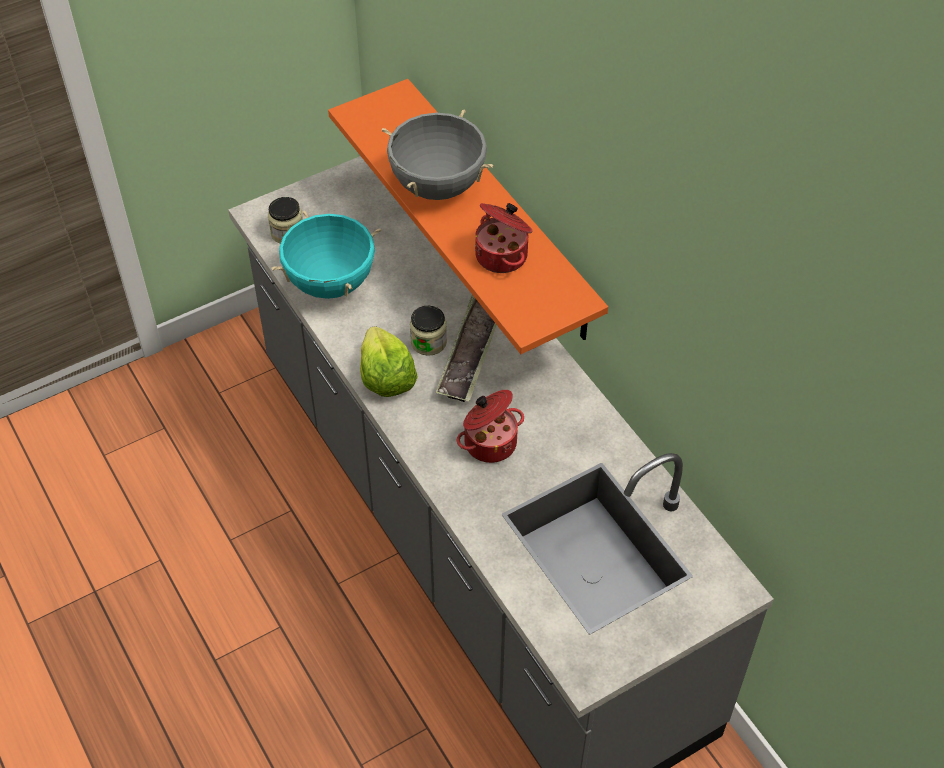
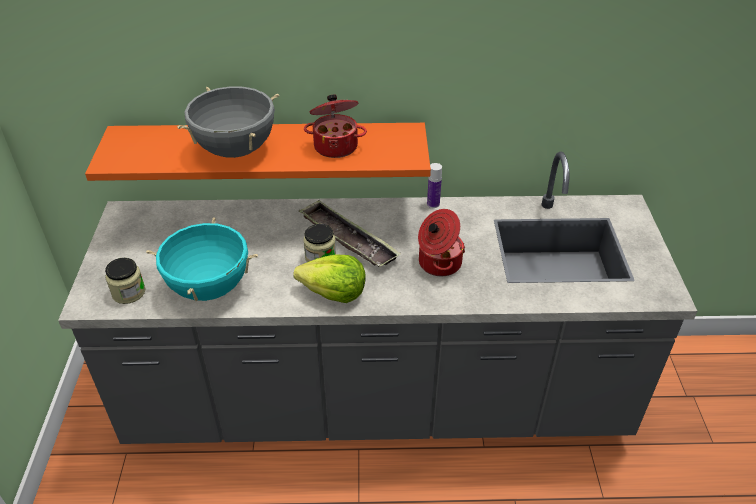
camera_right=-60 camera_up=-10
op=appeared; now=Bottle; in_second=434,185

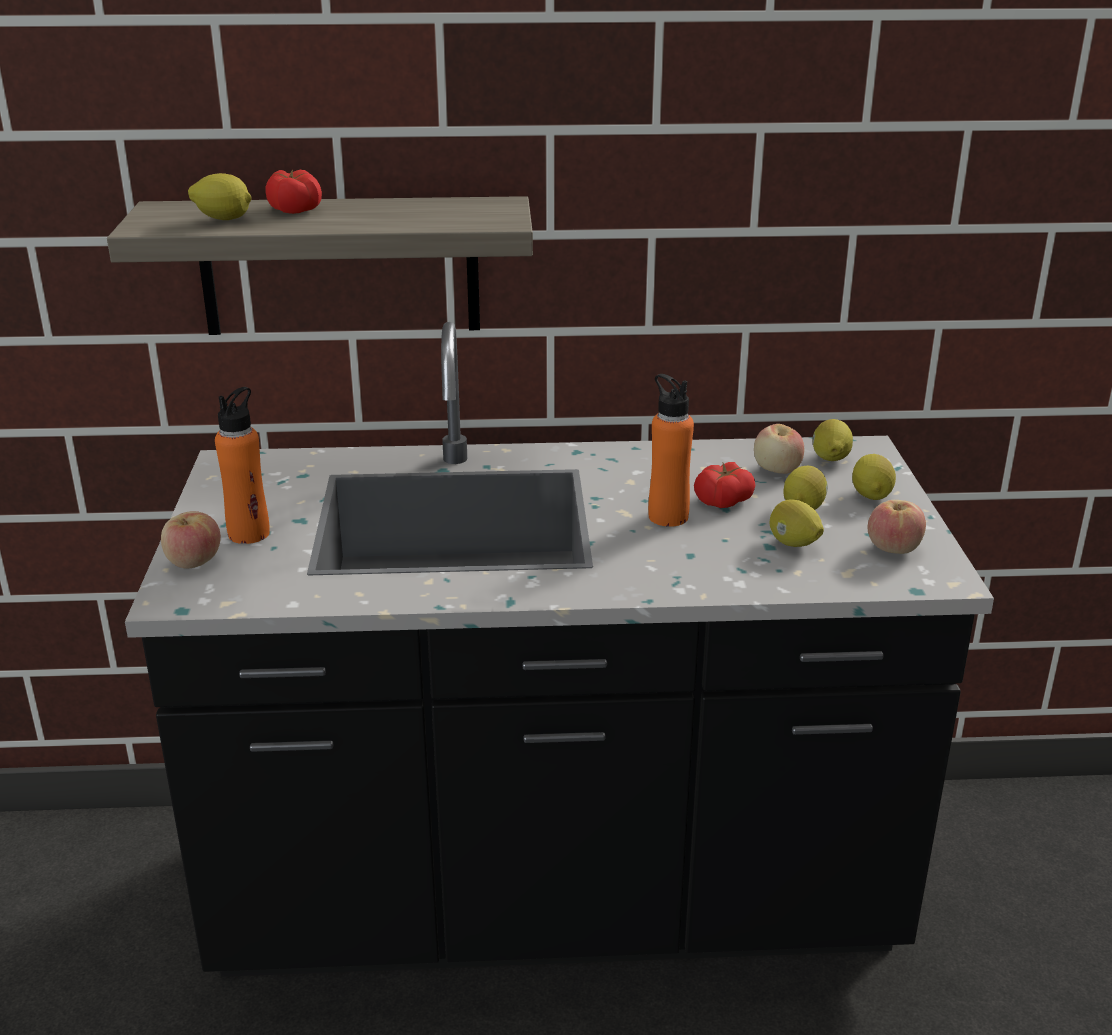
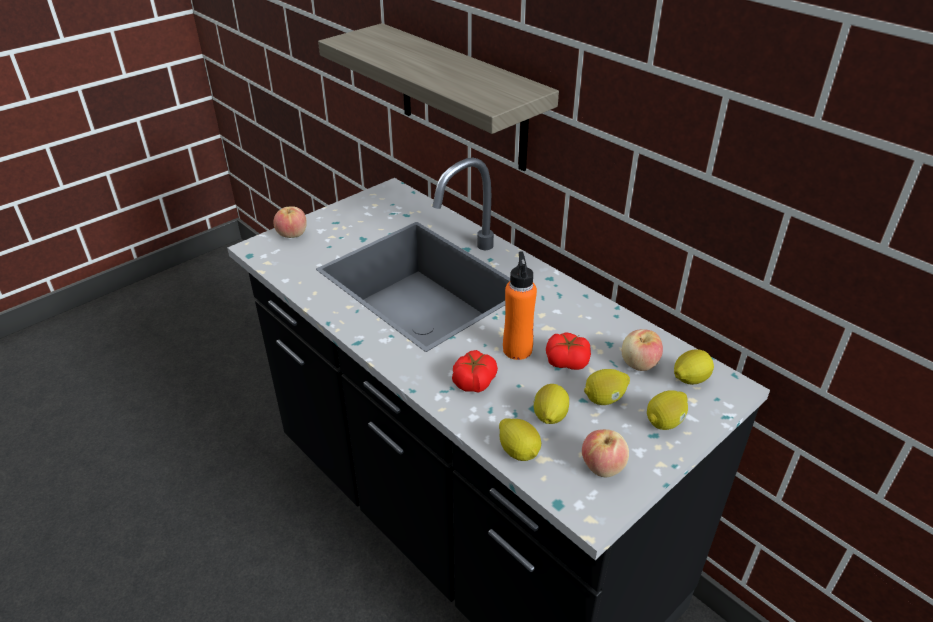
camera_right=50 camera_up=10
op=relocated; was=Tomato; in_first=294,192; in_second=475,371
op=relocated; was=Lemon; in_first=220,196; in_second=520,439
op=missing; was=OrangeBottle; in_first=242,465

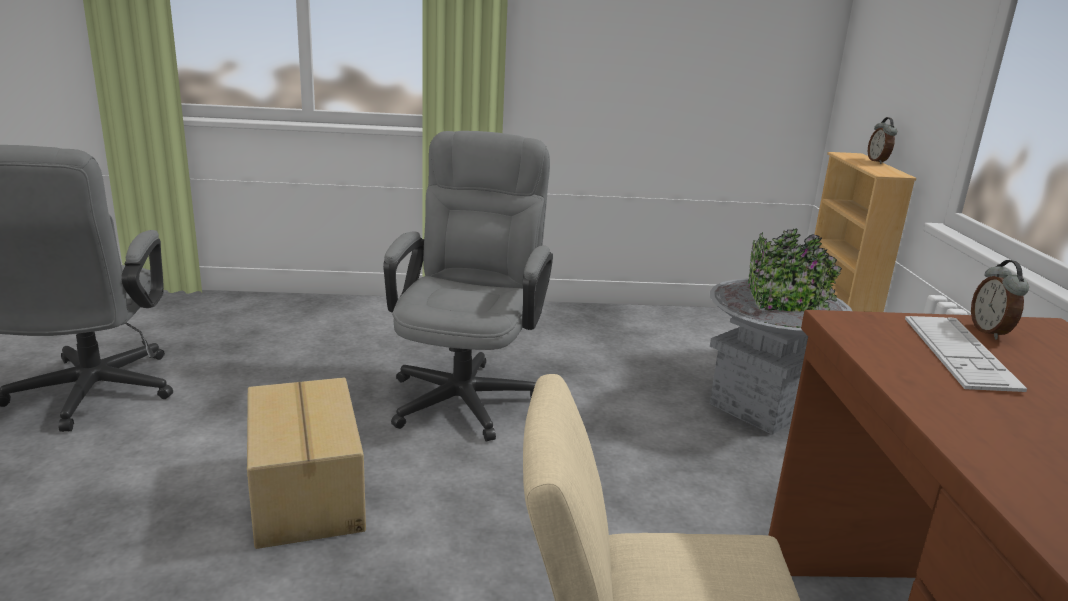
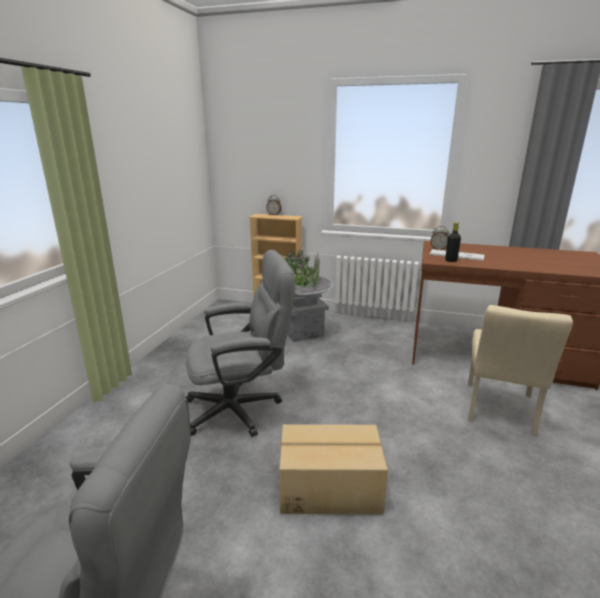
camera_right=-70 camera_up=0
op=spun; was=GreyOfficeChair; in_first=468,286; in_second=240,343; clockwise=135
op=appeared; now=BlackBottle; in_second=453,242

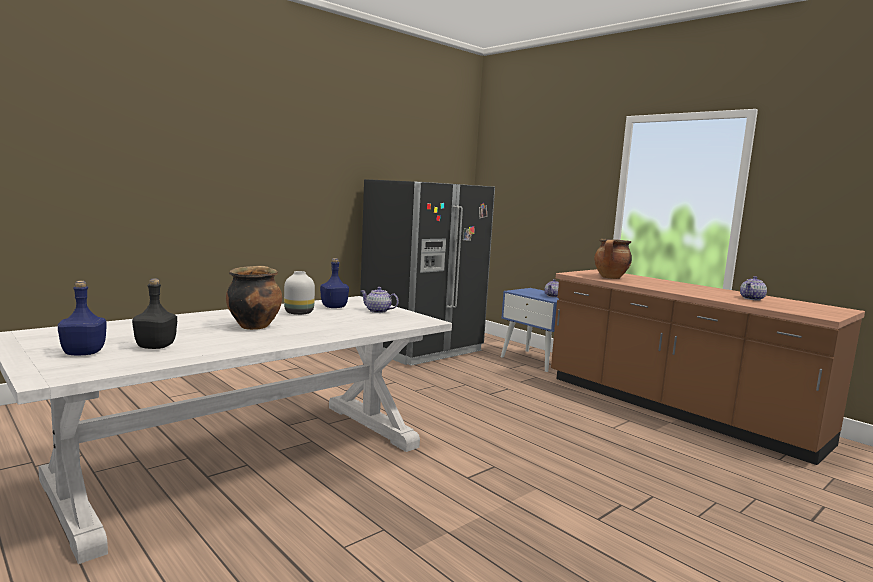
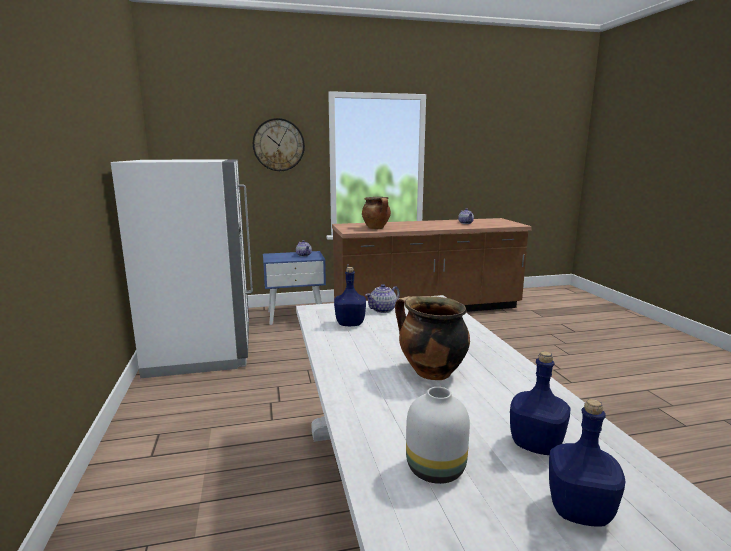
camera_right=-60 camera_up=5
op=colour; was=BlackFridge; now=WhiteFridge; in_first=427,272; in_second=182,268
op=relocated; was=WhiteVase; in_first=299,293; in_second=438,435
op=colour; was=BlackBottle; now=BlueBottle; in_first=154,314; in_second=540,403
op=appeared; now=WallClock; in_second=279,144

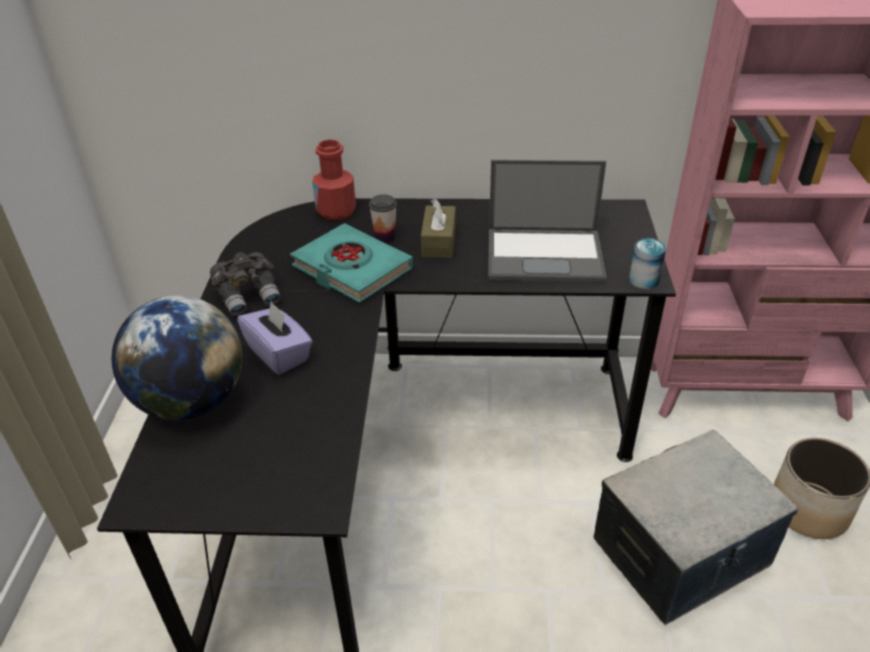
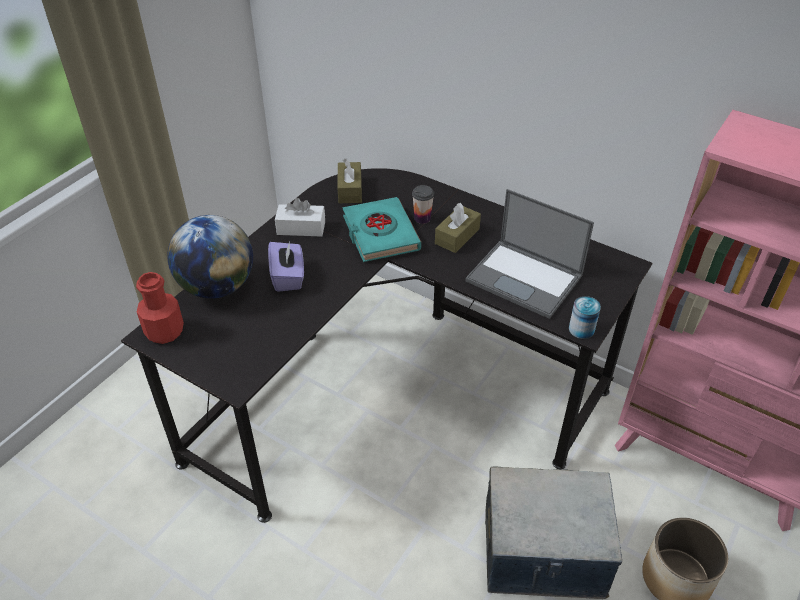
camera_right=30 camera_up=5
op=relocated; was=RedBottle; in_first=334,180; in_second=160,308
op=exchanged; was=GreyBinoculars; now=WhiteTissueBox; in_first=245,284; in_second=300,217
op=appeared; now=BrownTissueBox; in_second=349,180

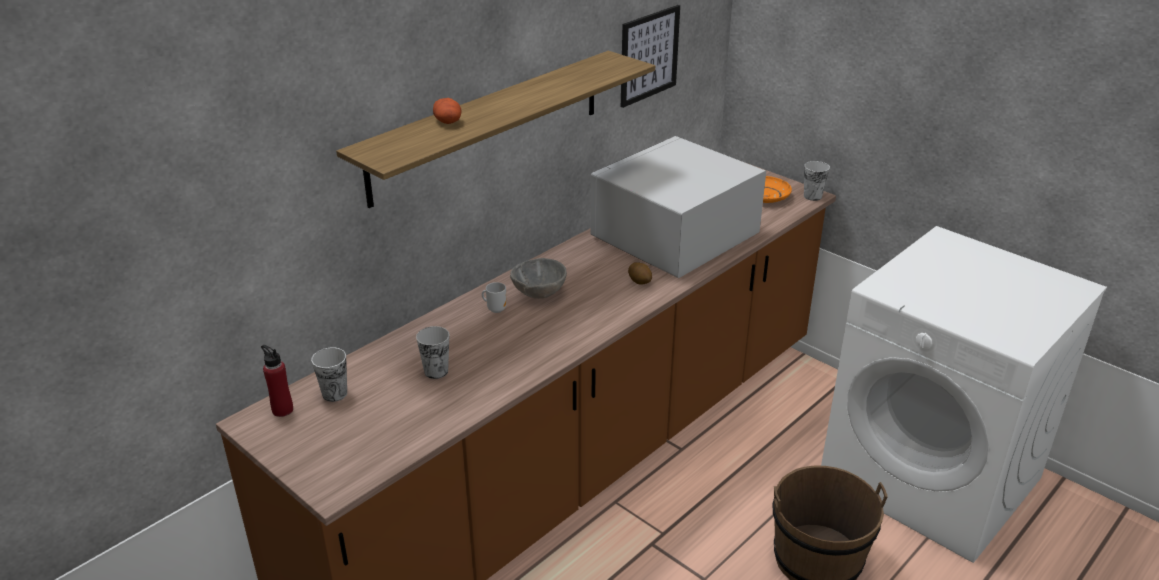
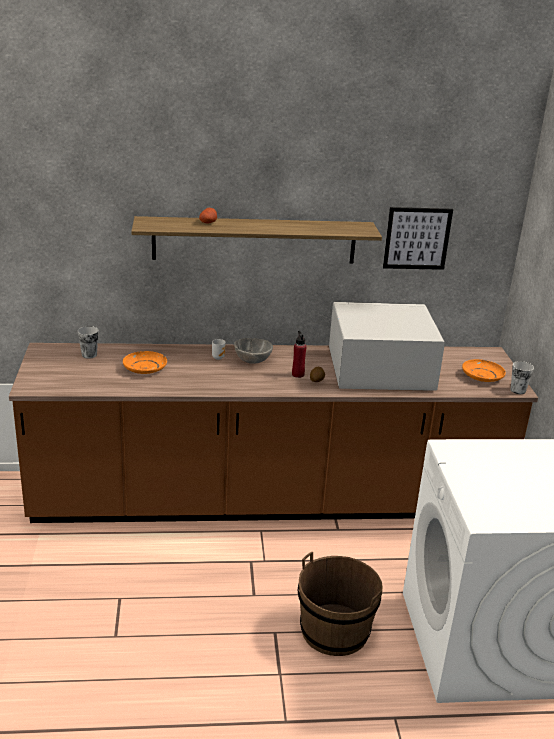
camera_right=40 camera_up=-5
op=exchanged; was=Cup; now=OrangePlate; in_first=433,352; in_second=145,362
op=relocated; was=RedBottle; in_first=277,381; in_second=299,354

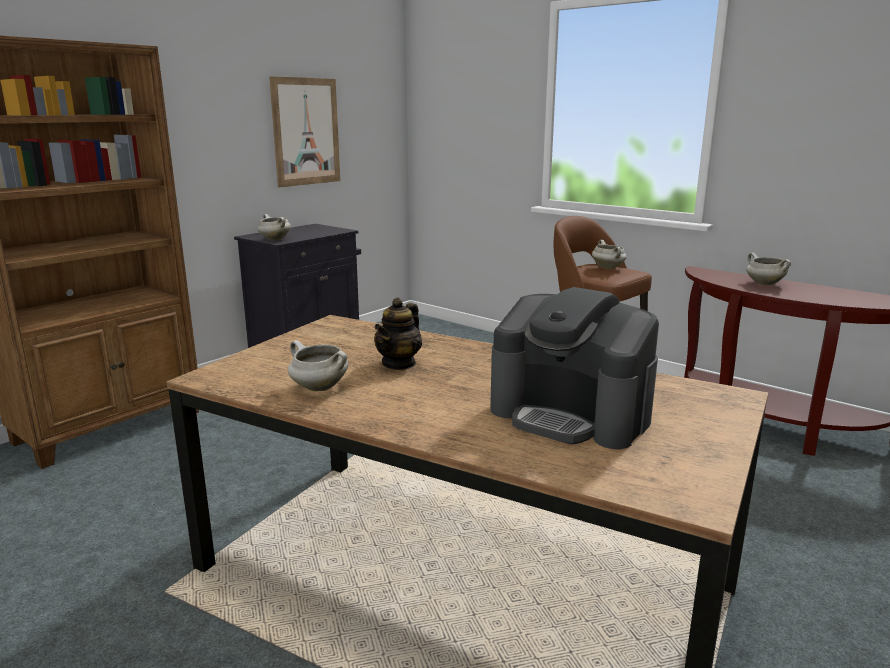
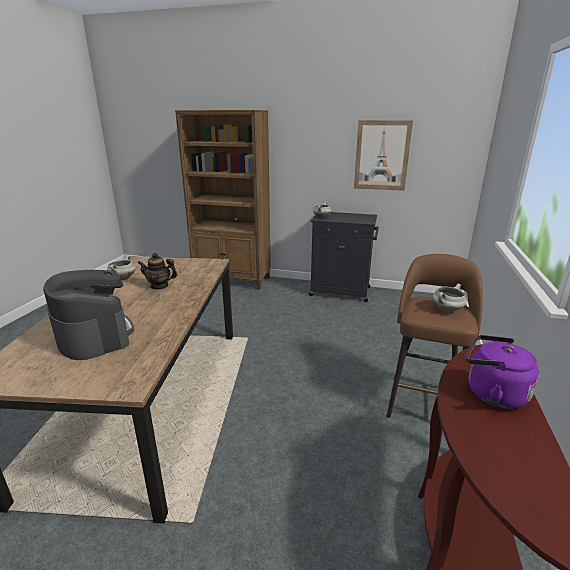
camera_right=65 camera_up=5
op=exchanged; was=WhiteCookingPot; now=PurpleKettle; in_first=768,269; in_second=502,372
op=spun; was=CoffeeMachine; in_first=574,368; in_second=88,315; clockwise=135

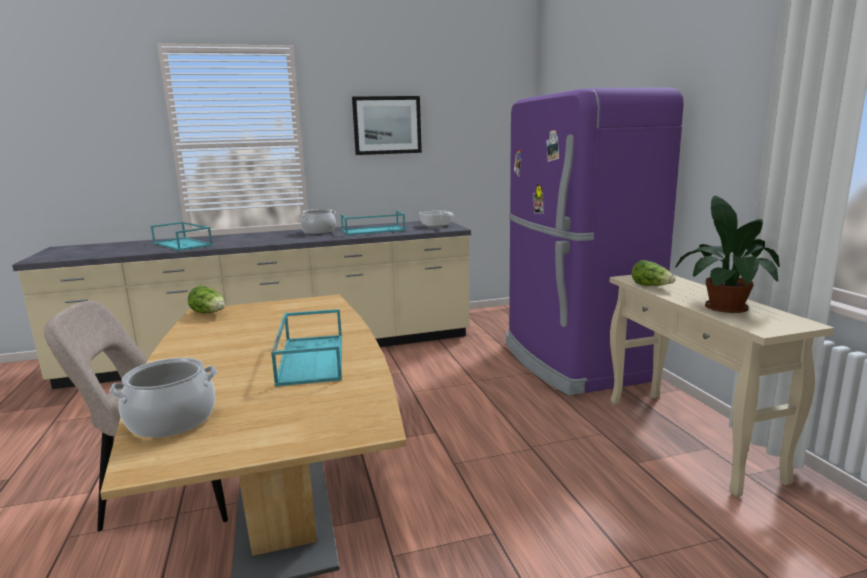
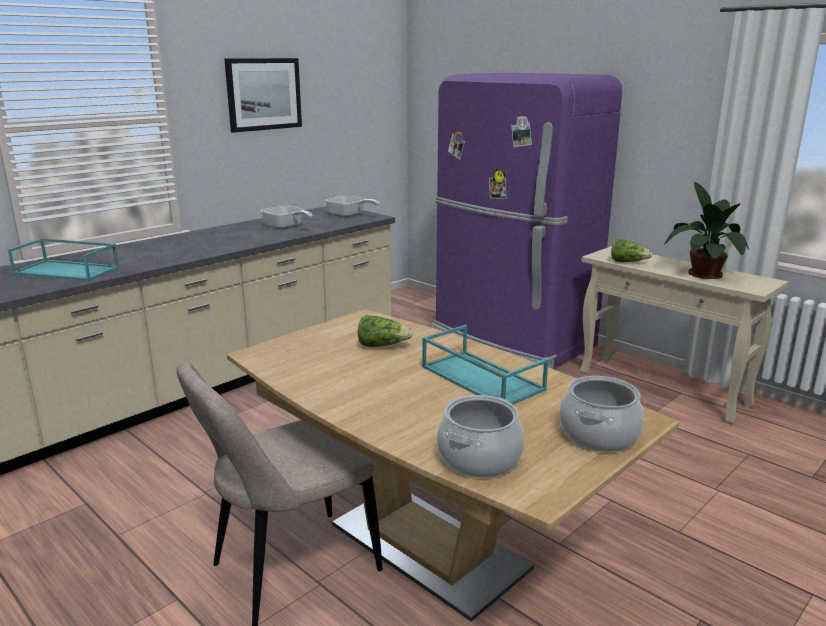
camera_right=-30 camera_up=5
op=relocated; was=CookingPot; in_first=317,221; in_second=602,414
op=exchanged; was=TurquoiseTray; now=FryingPan; in_first=373,222; in_second=286,217
op=relocated; was=Lettuce; in_first=206,299; in_second=385,331

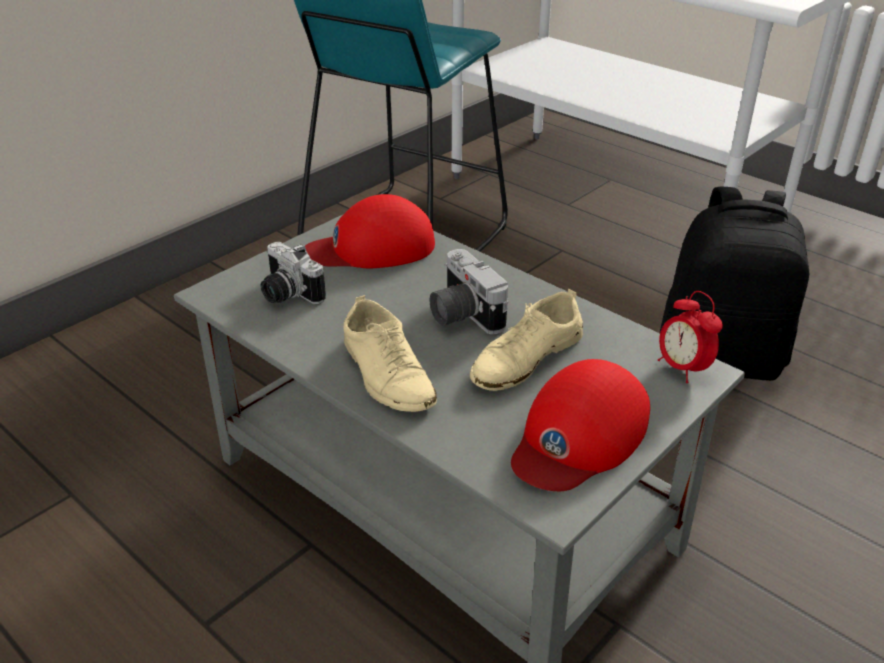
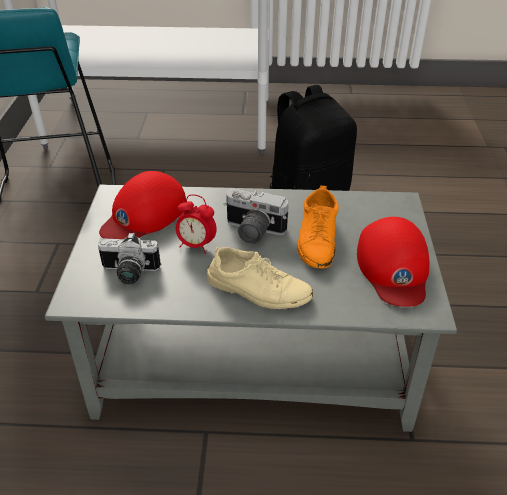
camera_right=-40 camera_up=5
op=colour; was=BeigeShoe; now=OrangeShoe; in_first=526,340; in_second=318,227
op=relocated; was=AlarmClock; in_first=690,337; in_second=196,224

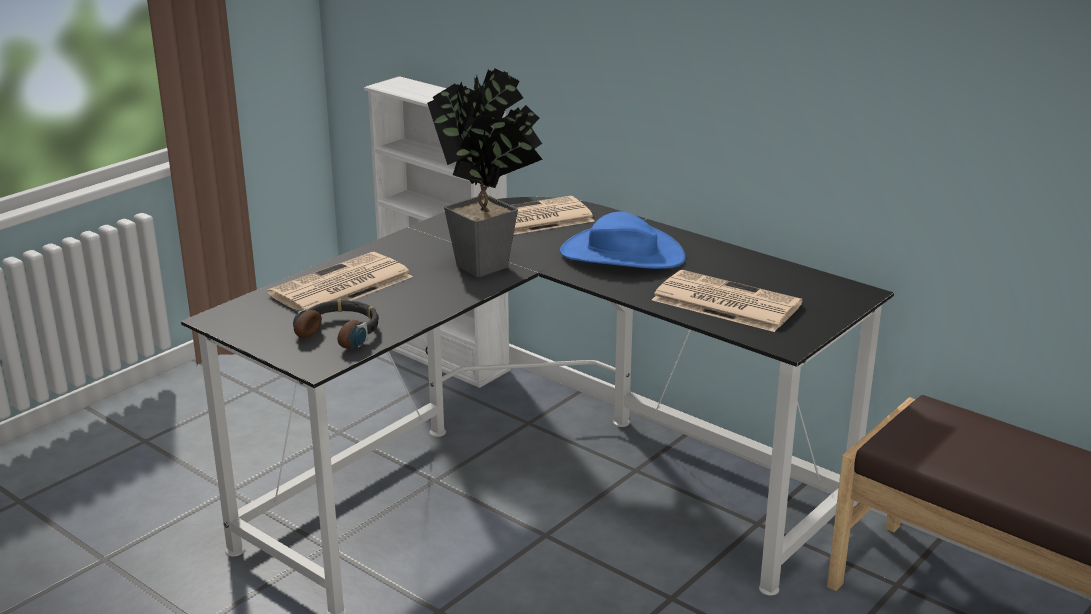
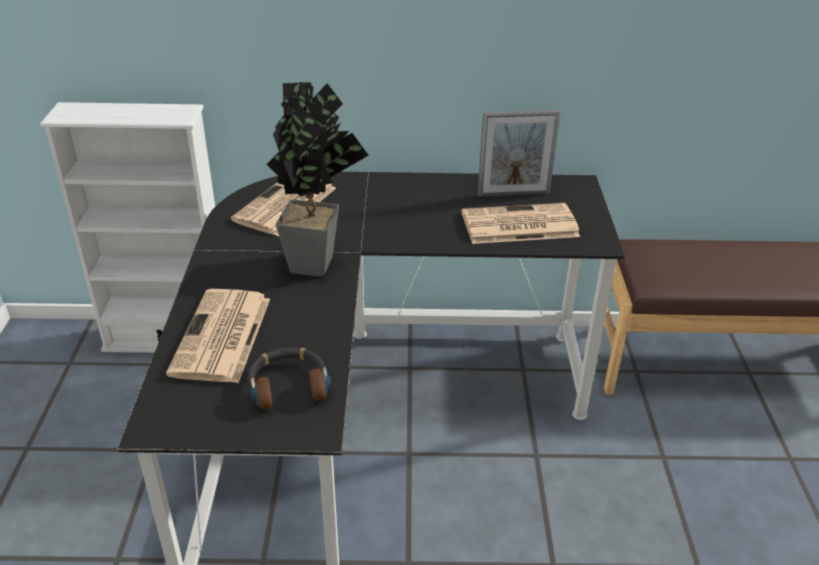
camera_right=-40 camera_up=10
op=missing; was=BlueHat; in_first=623,240
op=appeared; now=PictureFrame; in_second=519,153

